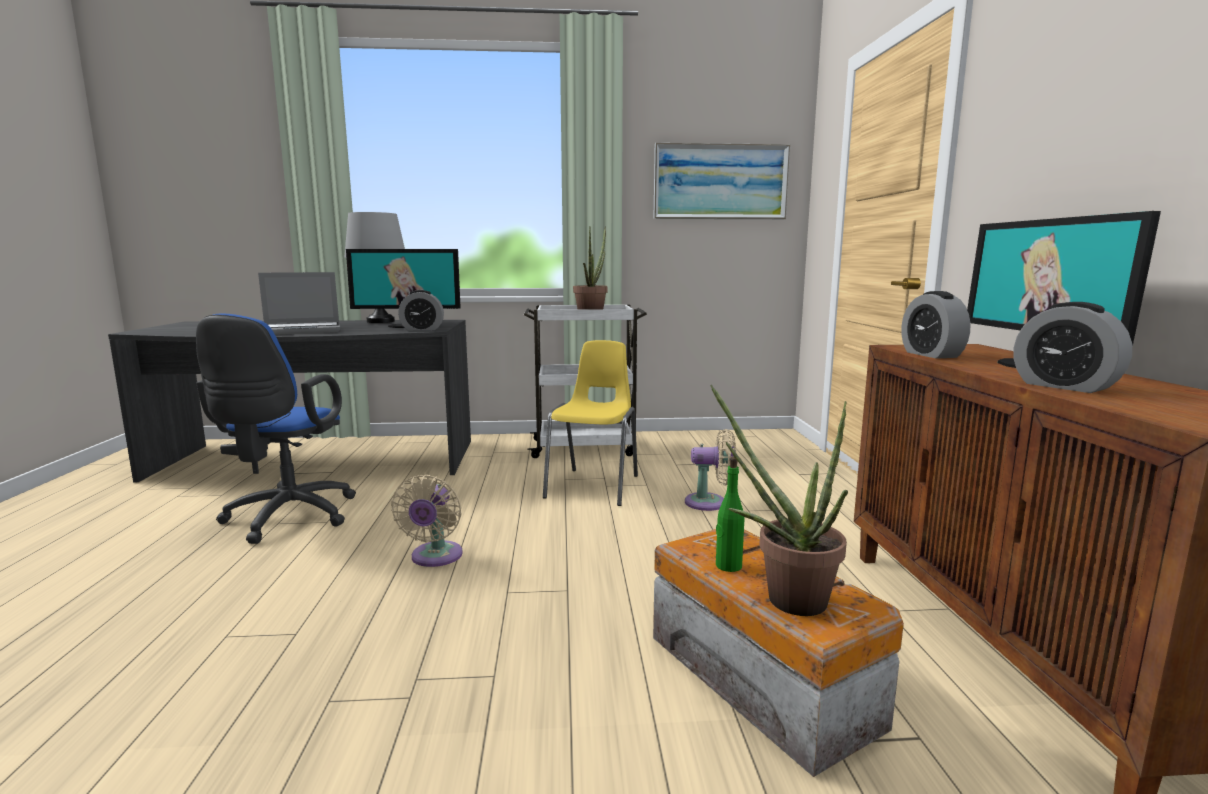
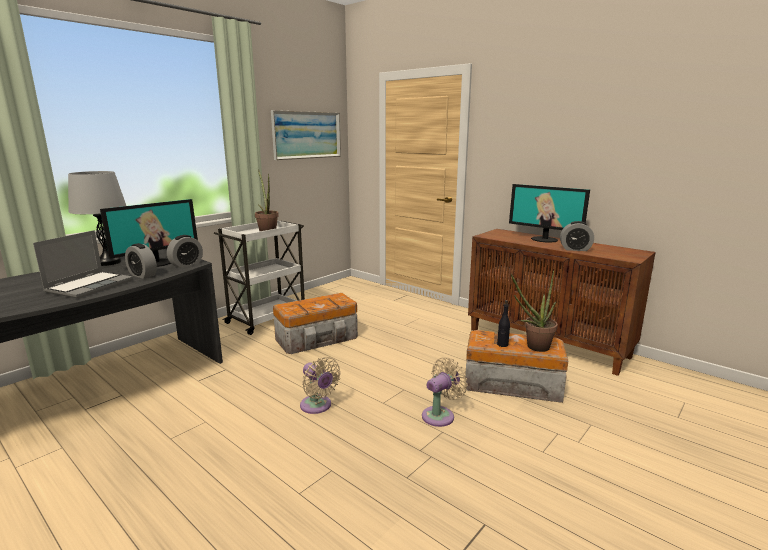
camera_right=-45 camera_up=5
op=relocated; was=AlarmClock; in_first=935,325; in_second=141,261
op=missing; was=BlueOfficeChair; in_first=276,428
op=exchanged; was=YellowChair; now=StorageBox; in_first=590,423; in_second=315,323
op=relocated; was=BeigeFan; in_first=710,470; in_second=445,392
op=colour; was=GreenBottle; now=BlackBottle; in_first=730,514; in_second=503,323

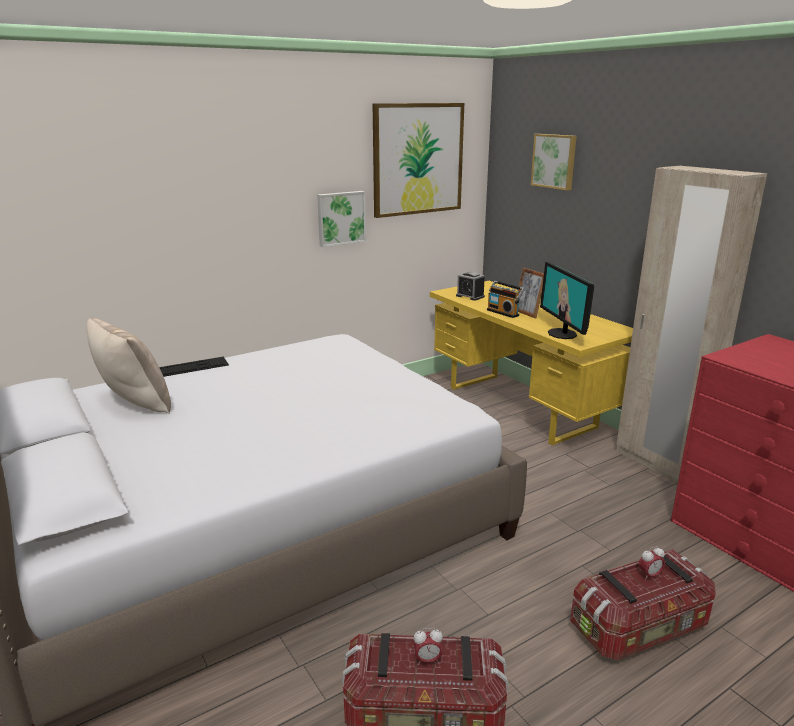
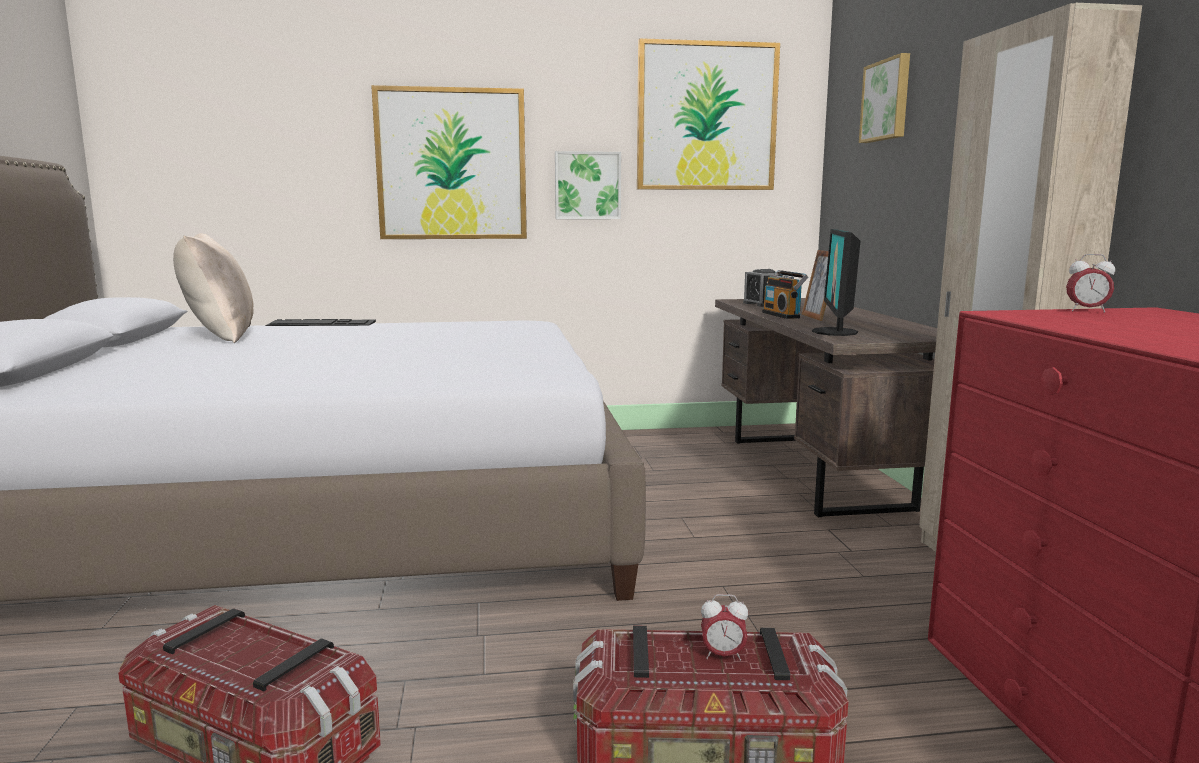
camera_right=25 camera_up=-10
op=colour; was=YellowDesk; now=BrownDesk; in_first=531,363; in_second=826,407
op=relocated; was=AlarmClock; in_first=428,646; in_second=1090,283
op=appeared; now=Picture; in_second=449,162

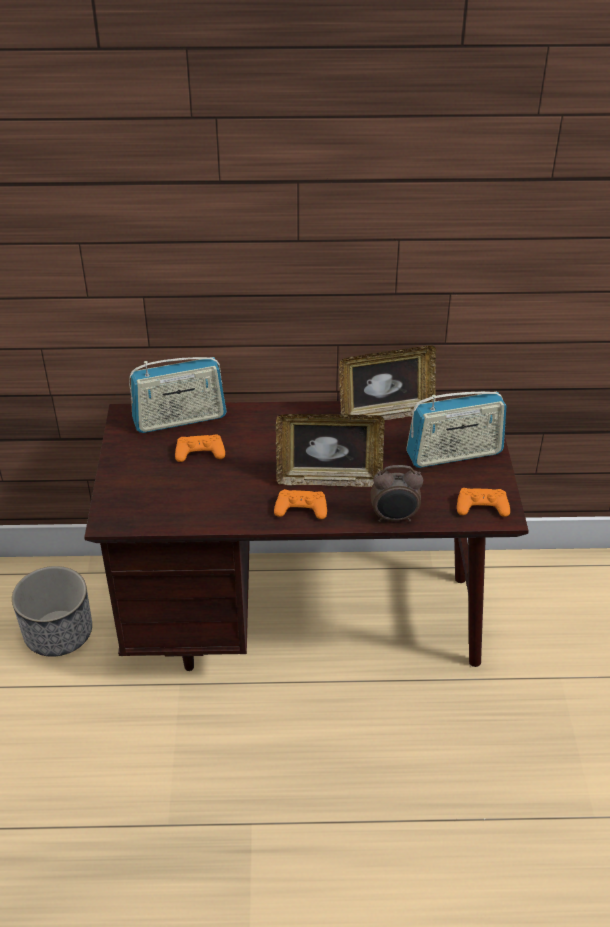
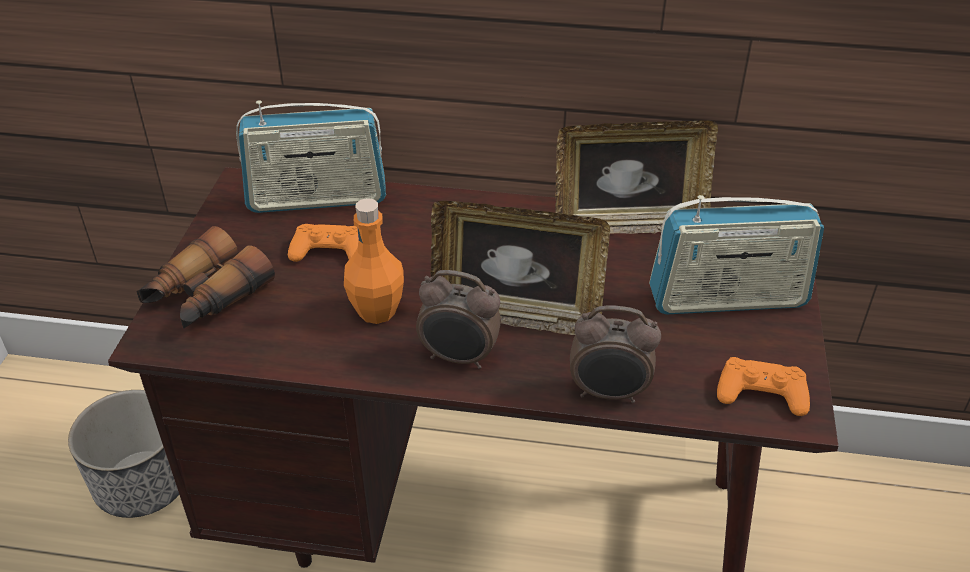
camera_right=10 camera_up=0
op=exchanged; was=OrangeGameController; now=AlarmClock; in_first=300,504; in_second=458,319
op=appeared; now=OrangeBottle; in_second=374,261
op=appeared; now=Binoculars; in_second=206,277

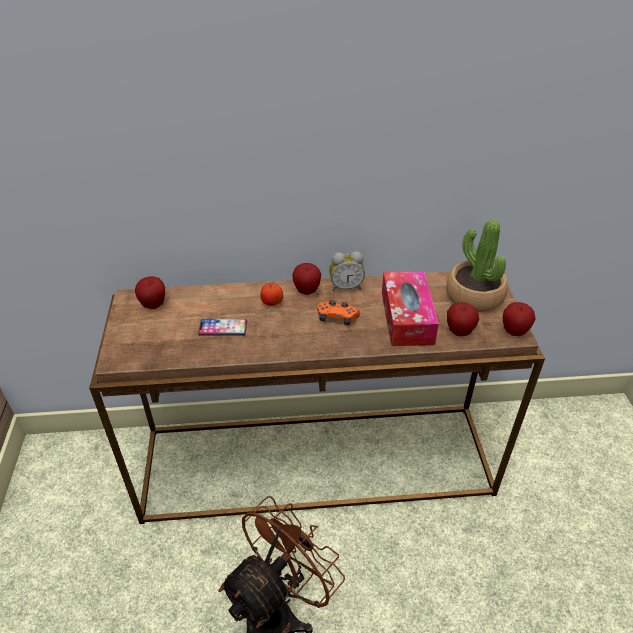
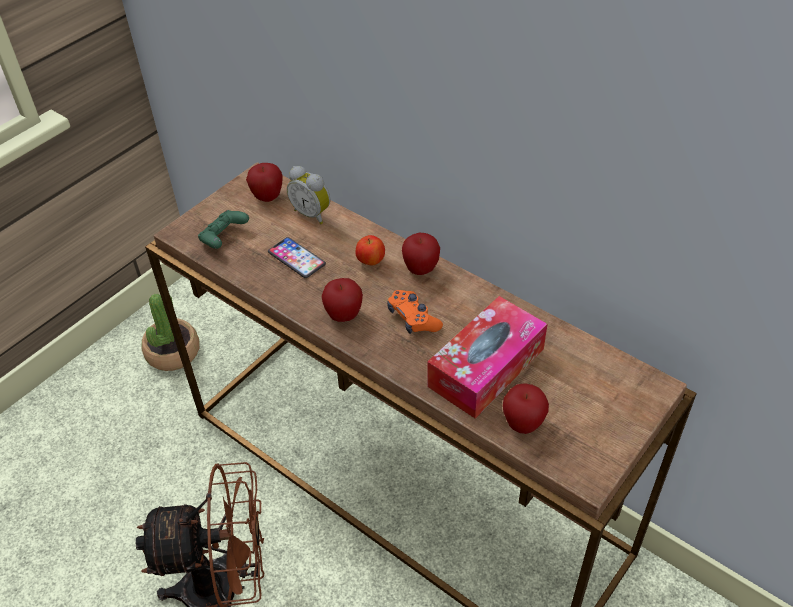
camera_right=45 camera_up=5
op=relocated; was=PottedPlant; in_first=477,266; in_second=170,332
op=relocated; was=AlarmClock; in_first=347,271; in_second=308,195
op=relocated; was=Apple; in_first=519,319; in_second=342,300
op=appeared; now=GreenGameController; in_second=223,229

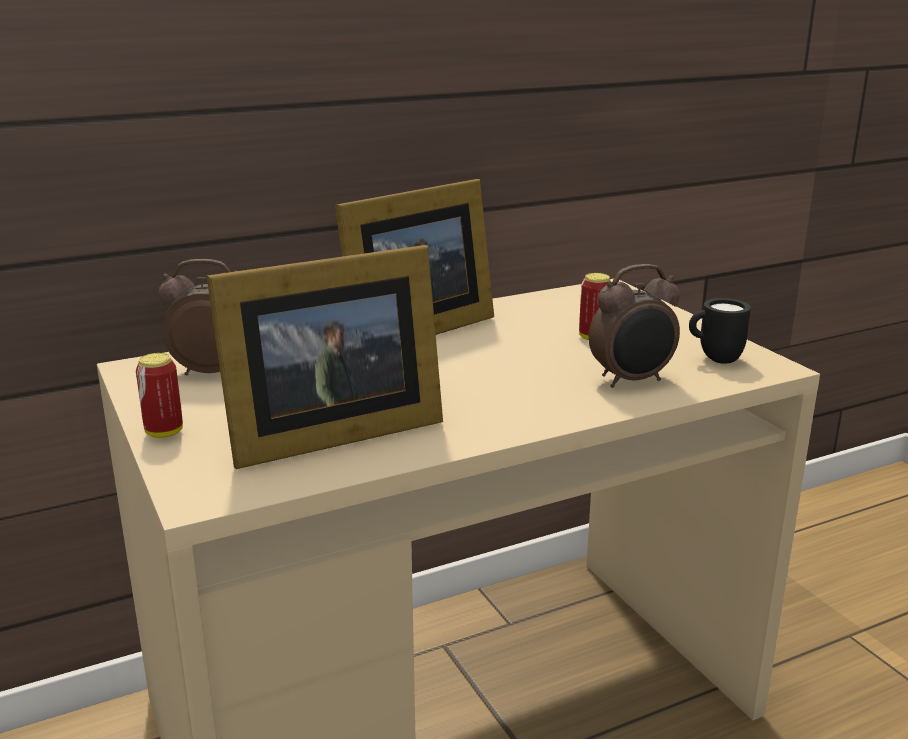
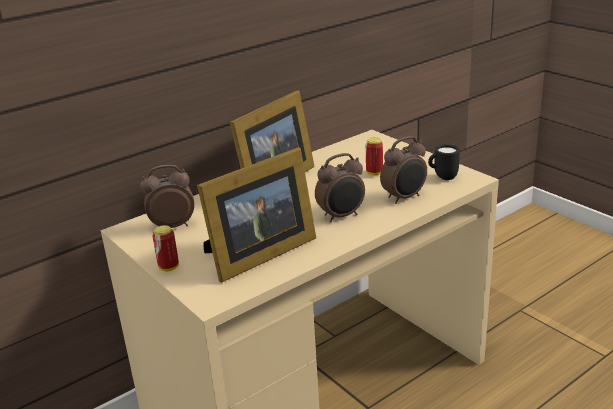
camera_right=-10 camera_up=5
op=appeared; now=AlarmClock; in_second=340,188

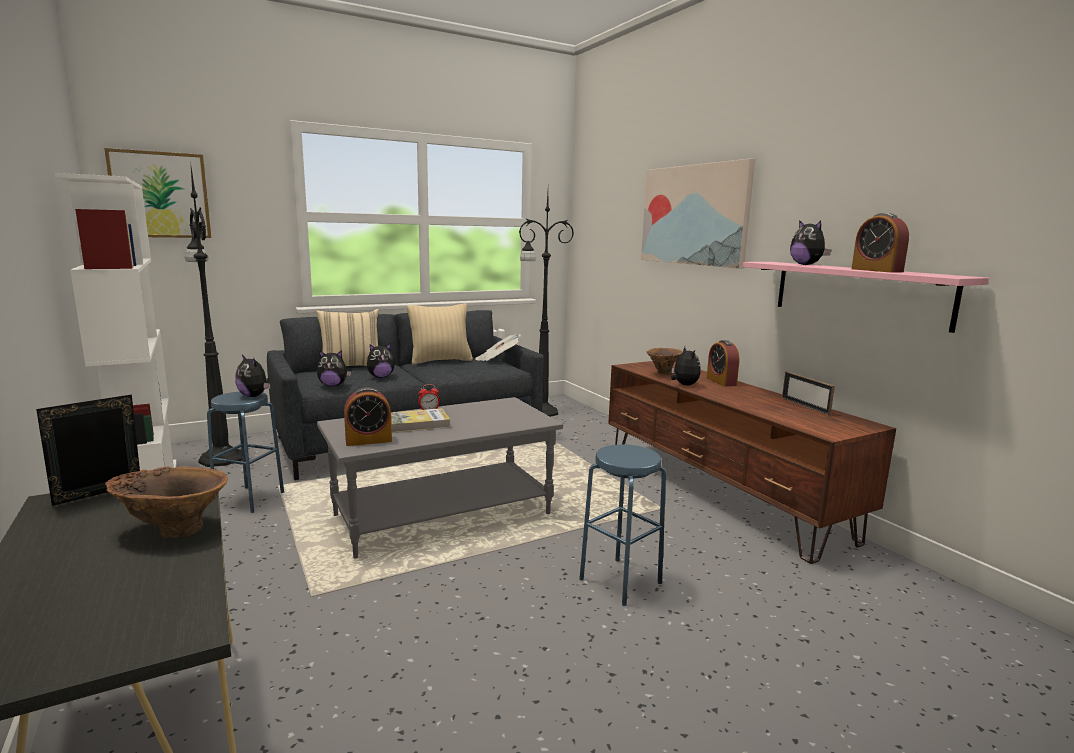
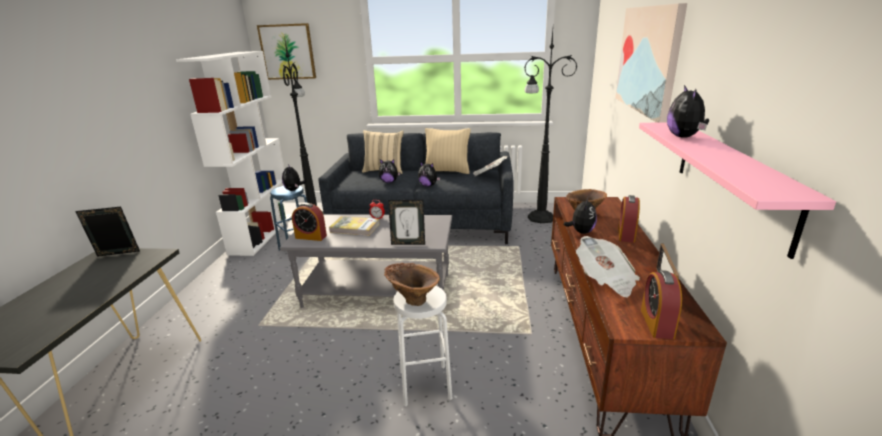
camera_right=35 camera_up=10
op=relocated; was=AlarmClock; in_first=880,243; in_second=661,304
op=relocated; was=PlushToy; in_first=334,368; in_second=429,174
op=colour; was=BlueStool; now=WhiteStool; in_first=622,525; in_second=422,346
op=relocated; was=BrownVase; in_first=166,502; in_second=412,284
op=appeared; now=PictureFrame; in_second=406,222
op=appeared; now=Newspaper; in_second=608,266

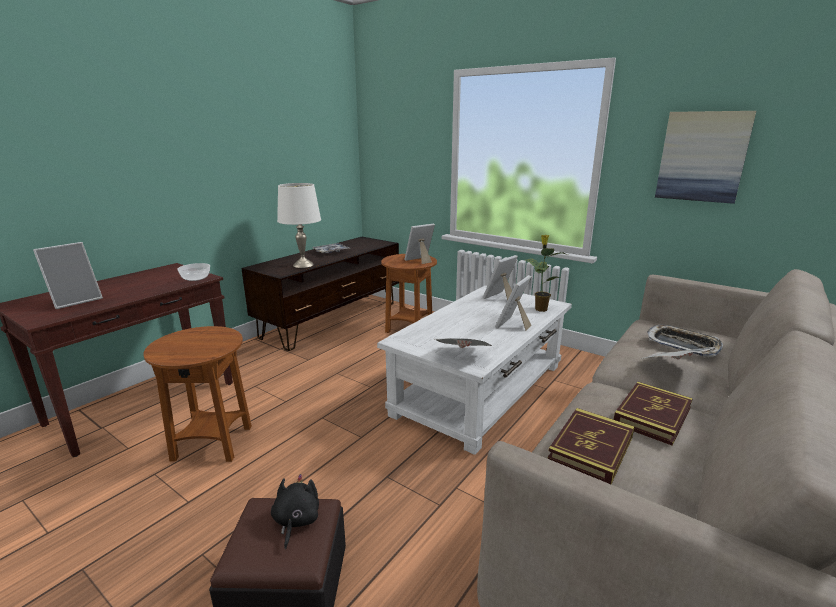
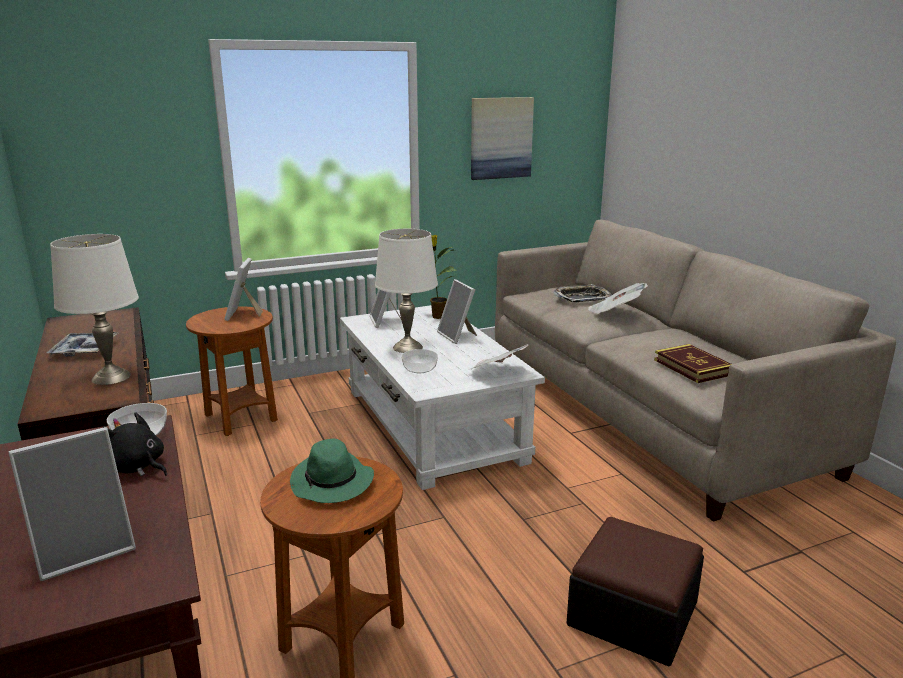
camera_right=-60 camera_up=0
op=spun; was=PictureFrame; in_first=68,275; in_second=72,504; clockwise=75
op=missing; was=Book; in_first=653,414
op=relocated; was=BlackPlushToy; in_first=295,511; in_second=135,444
op=appeared; now=WhiteTableLamp; in_second=406,291
op=appeared; now=Bowl; in_second=419,361
op=appeared; now=GreenHat; in_second=332,471

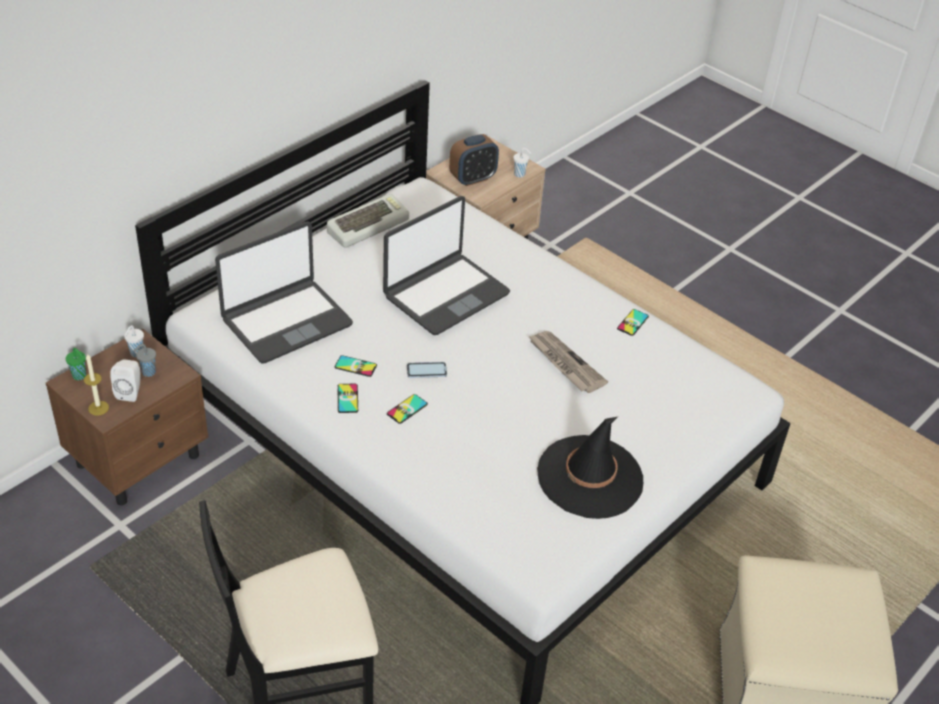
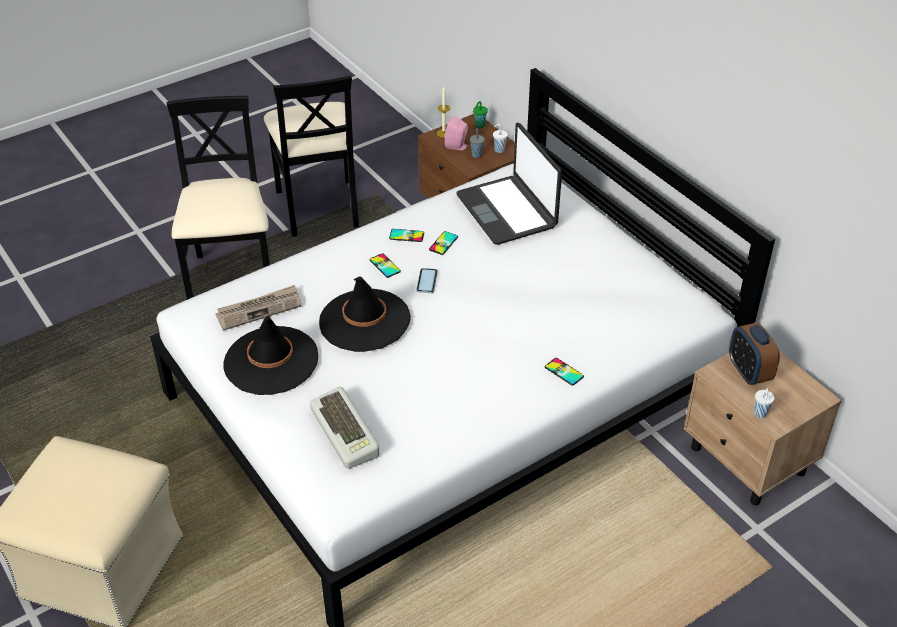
camera_right=105 camera_up=0
op=relocated; was=Keyboard; in_first=368,220; in_second=344,428
op=missing; was=Laptop; in_first=446,265
op=relocated; was=Phone; in_first=633,322; in_second=564,372
op=relocated; was=Newspaper; in_first=568,362; in_second=258,308
op=colour; was=WhiteSpeaker; now=PinkSpeaker; in_first=125,381; in_second=456,133
op=appeared; now=BlackChair; in_second=311,156
op=appeared; now=BlackHat; in_second=365,314

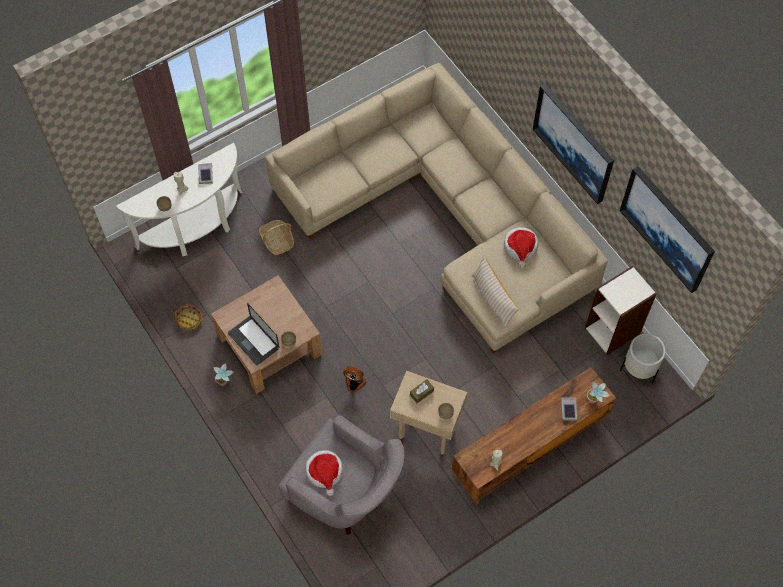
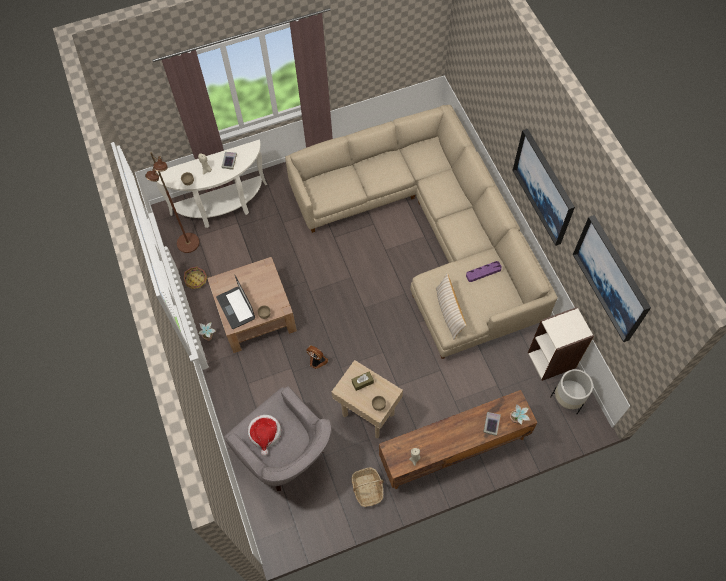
camera_right=15 camera_up=0
op=relocated; was=Basket; in_first=276,237; in_second=367,487
op=exchanged; was=Hat; now=PurpleTray; in_first=521,247; in_second=484,271
op=appeared; now=BrownFloorLamp; in_second=172,202

